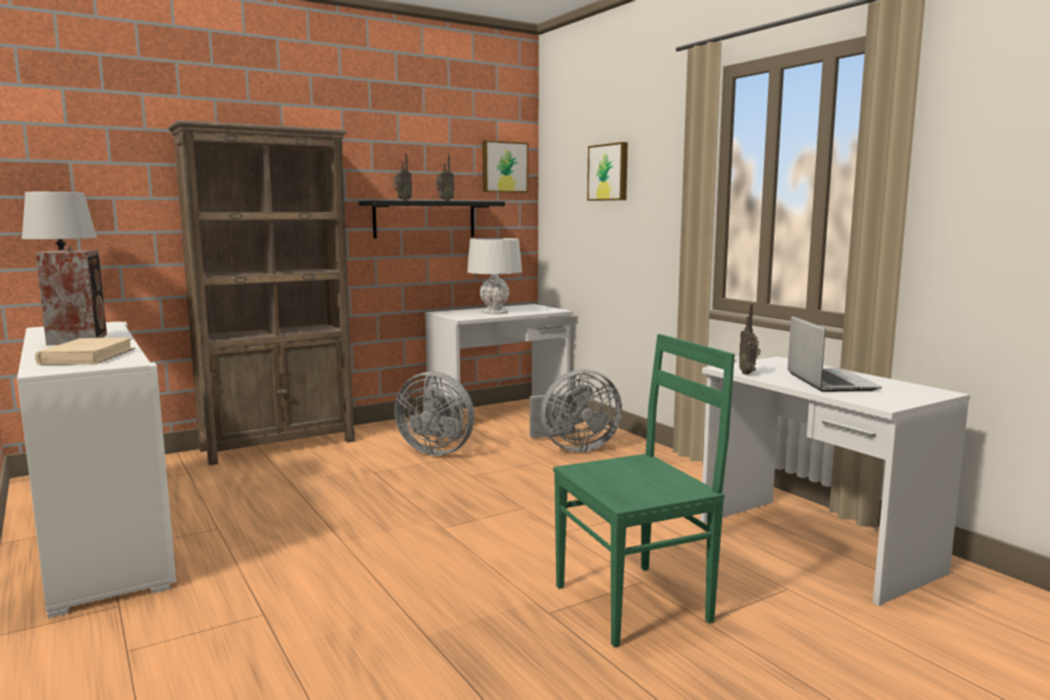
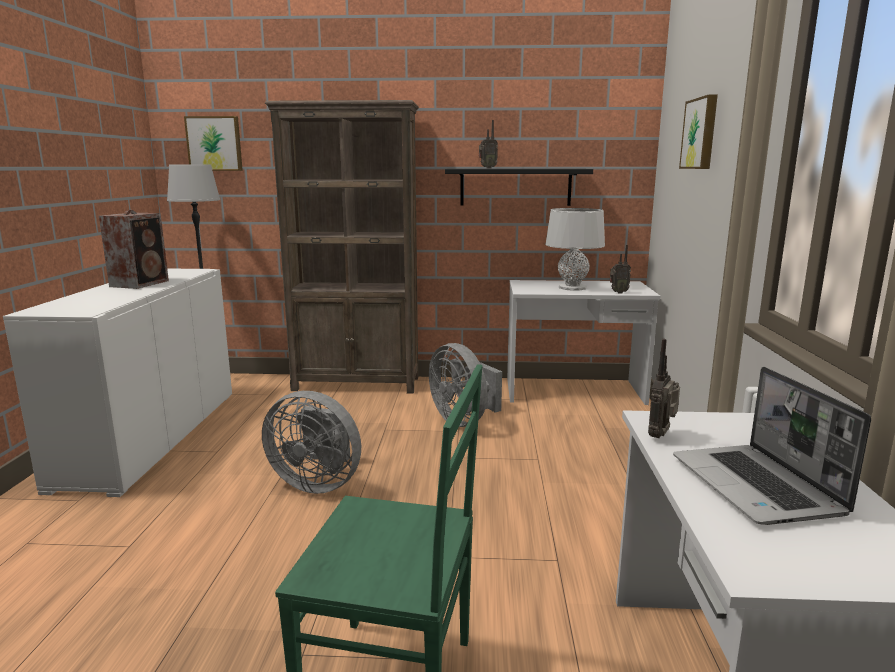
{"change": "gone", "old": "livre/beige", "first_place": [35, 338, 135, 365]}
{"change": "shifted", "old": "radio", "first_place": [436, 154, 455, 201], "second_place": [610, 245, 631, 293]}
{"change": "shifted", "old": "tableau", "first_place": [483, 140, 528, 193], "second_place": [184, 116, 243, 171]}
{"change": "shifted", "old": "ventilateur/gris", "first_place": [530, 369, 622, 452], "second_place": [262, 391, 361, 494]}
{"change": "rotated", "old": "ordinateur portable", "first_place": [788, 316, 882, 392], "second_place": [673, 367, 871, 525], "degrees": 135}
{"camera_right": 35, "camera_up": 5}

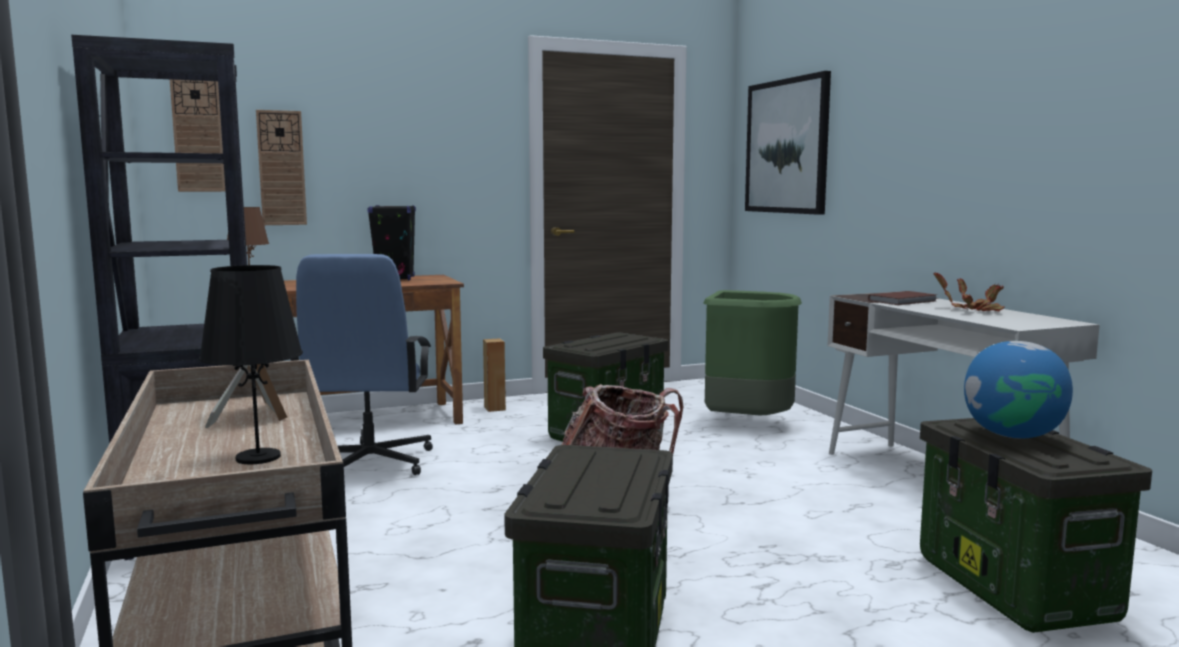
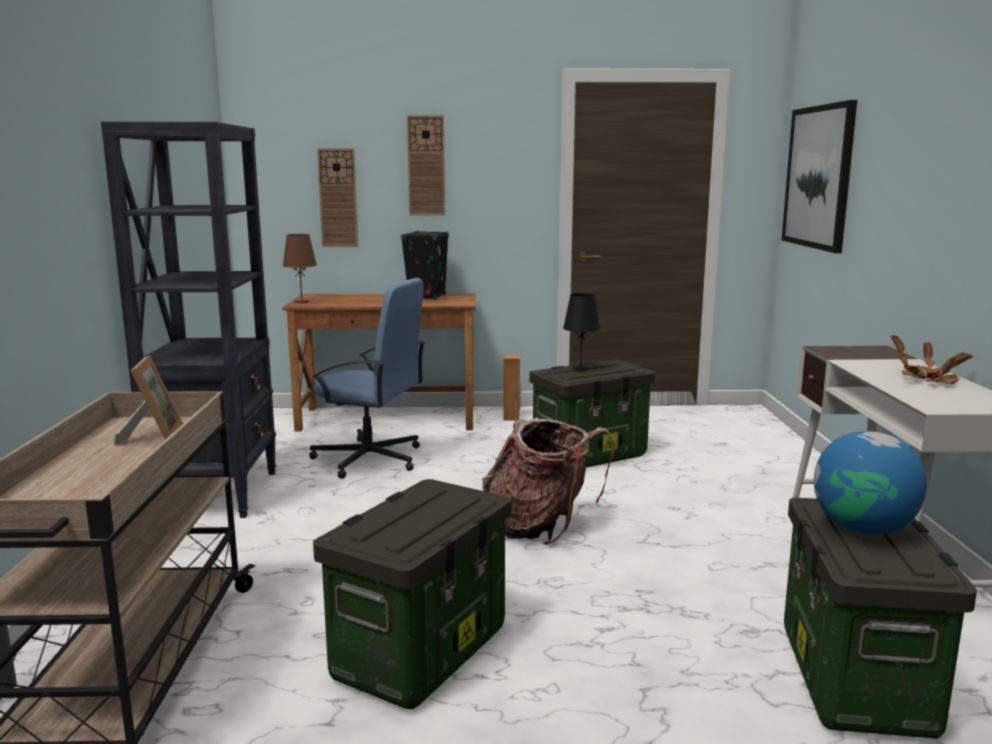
{"change": "shifted", "old": "horloge murale", "first_place": [170, 79, 225, 192], "second_place": [407, 115, 445, 216]}
{"change": "shifted", "old": "lampe de table/noir", "first_place": [199, 265, 303, 464], "second_place": [563, 293, 600, 370]}
{"change": "rotated", "old": "chaise de bureau/bleu", "first_place": [291, 254, 433, 475], "second_place": [309, 278, 425, 479], "degrees": -90}
{"change": "gone", "old": "poubelle/vert", "first_place": [703, 290, 802, 415]}
{"change": "gone", "old": "livre/marron", "first_place": [868, 291, 937, 305]}
{"camera_right": 20, "camera_up": 5}

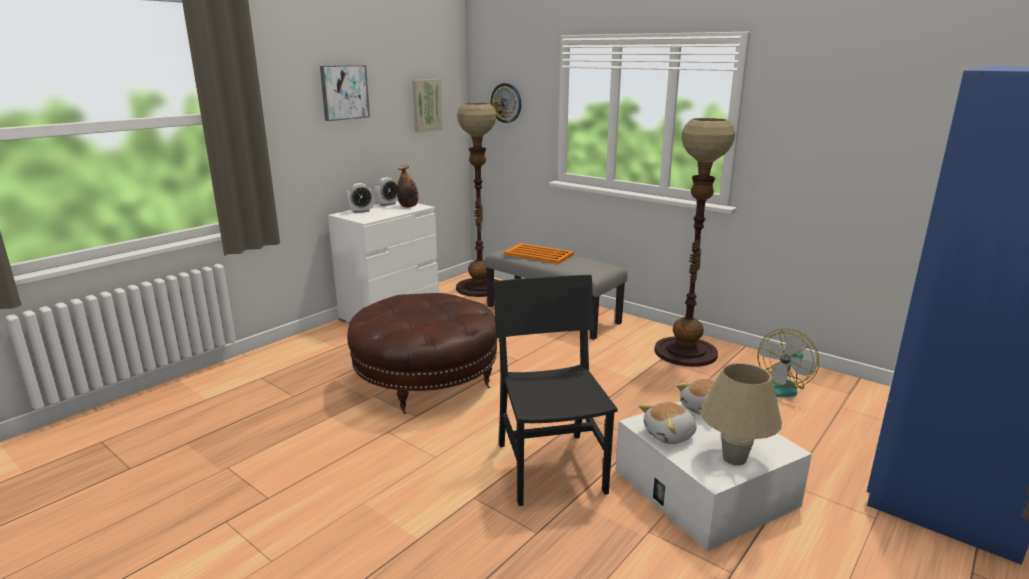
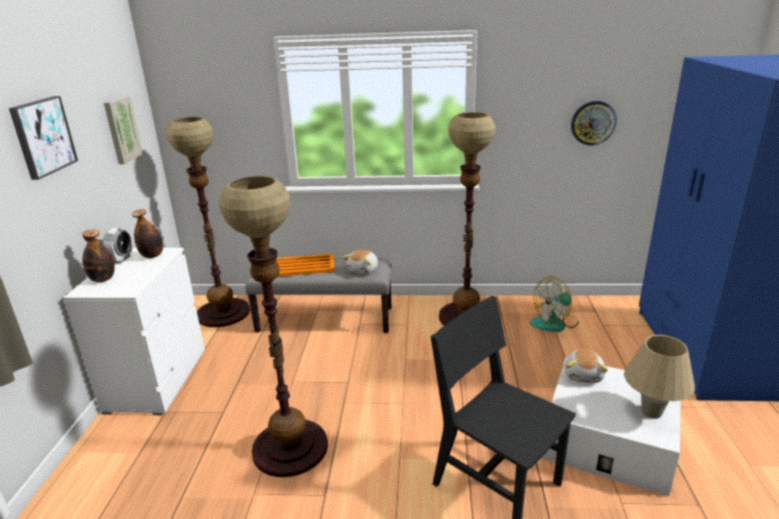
{"change": "swapped", "old": "réveil", "new": "bouteille", "first_place": [346, 183, 374, 213], "second_place": [82, 230, 114, 282]}
{"change": "swapped", "old": "pouf/marron", "new": "lampadaire", "first_place": [347, 293, 498, 414], "second_place": [219, 176, 328, 477]}
{"change": "shifted", "old": "horloge murale", "first_place": [490, 83, 521, 123], "second_place": [571, 101, 617, 145]}
{"change": "shifted", "old": "peluche", "first_place": [639, 402, 697, 444], "second_place": [343, 250, 378, 274]}
{"change": "rotated", "old": "ventilateur", "first_place": [757, 328, 819, 397], "second_place": [530, 276, 579, 332], "degrees": 60}
{"camera_right": -35, "camera_up": 5}

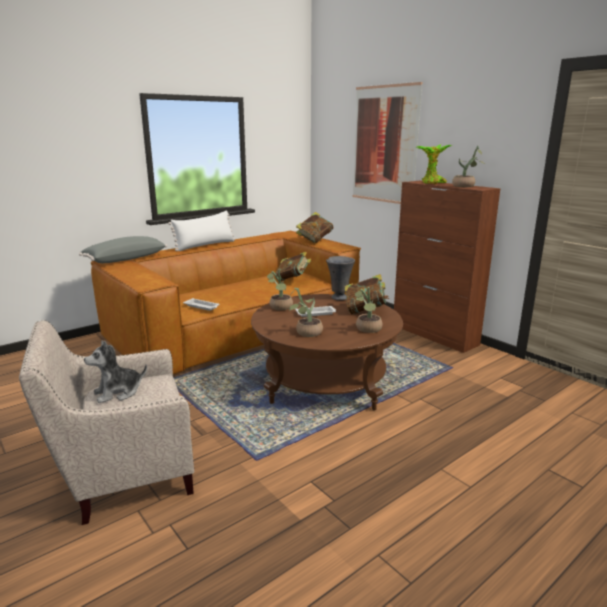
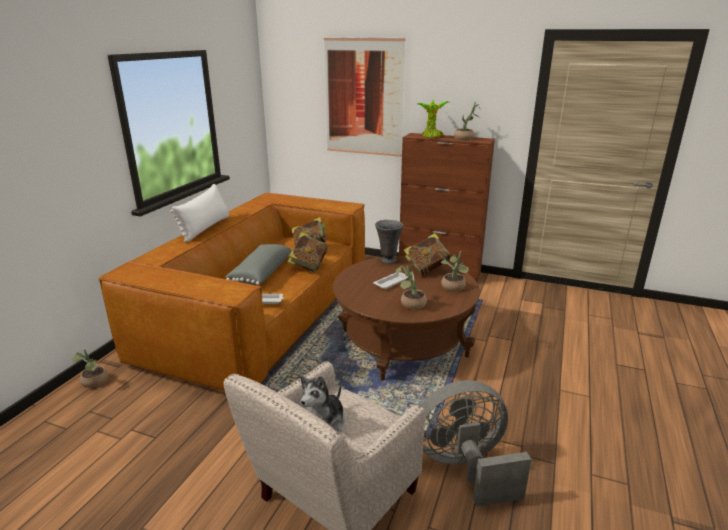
{"change": "shifted", "old": "coussin/gris", "first_place": [79, 236, 167, 263], "second_place": [225, 244, 292, 285]}
{"change": "shifted", "old": "plante en pot", "first_place": [267, 269, 293, 310], "second_place": [72, 349, 108, 388]}
{"change": "shifted", "old": "livre", "first_place": [296, 212, 333, 244], "second_place": [287, 232, 328, 272]}
{"change": "new", "new": "ventilateur/gris", "second_place": [421, 380, 532, 507]}
{"camera_right": -30, "camera_up": 5}

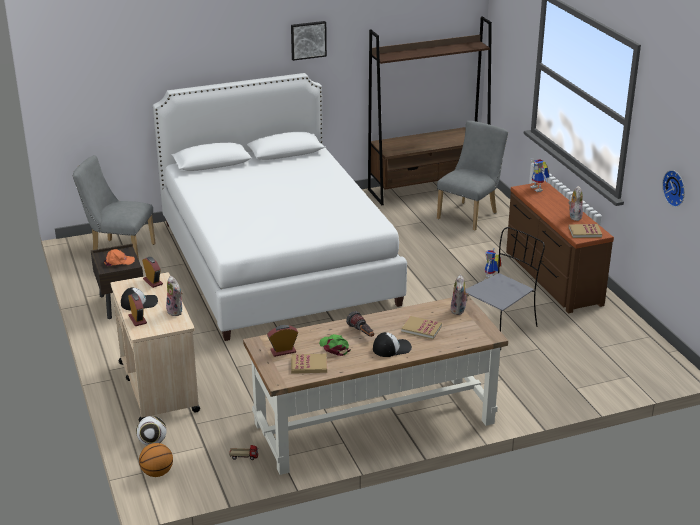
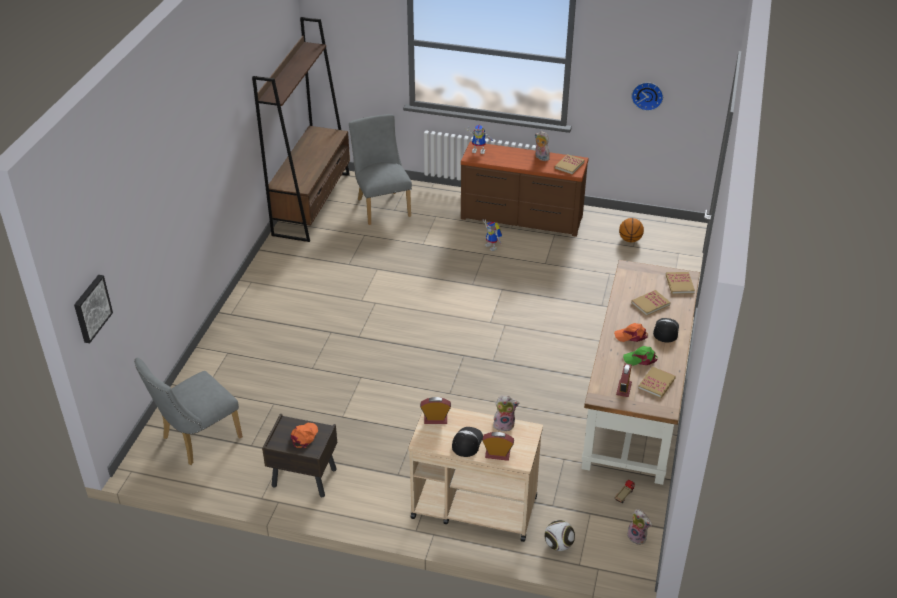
{"change": "shifted", "old": "ballon de basket", "first_place": [139, 443, 173, 477], "second_place": [619, 218, 644, 242]}
{"change": "gone", "old": "lit/blanc", "first_place": [153, 73, 407, 341]}
{"change": "shifted", "old": "tableau", "first_place": [291, 21, 327, 61], "second_place": [74, 275, 113, 343]}
{"change": "swapped", "old": "lampe de poche", "new": "casquette/orange", "first_place": [346, 311, 374, 337], "second_place": [614, 323, 648, 342]}
{"change": "shifted", "old": "peluche", "first_place": [450, 274, 469, 315], "second_place": [627, 509, 652, 545]}
{"change": "gone", "old": "chaise/gris", "first_place": [466, 227, 545, 350]}
{"change": "new", "new": "livre", "second_place": [666, 272, 695, 294]}
{"camera_right": -55, "camera_up": 10}

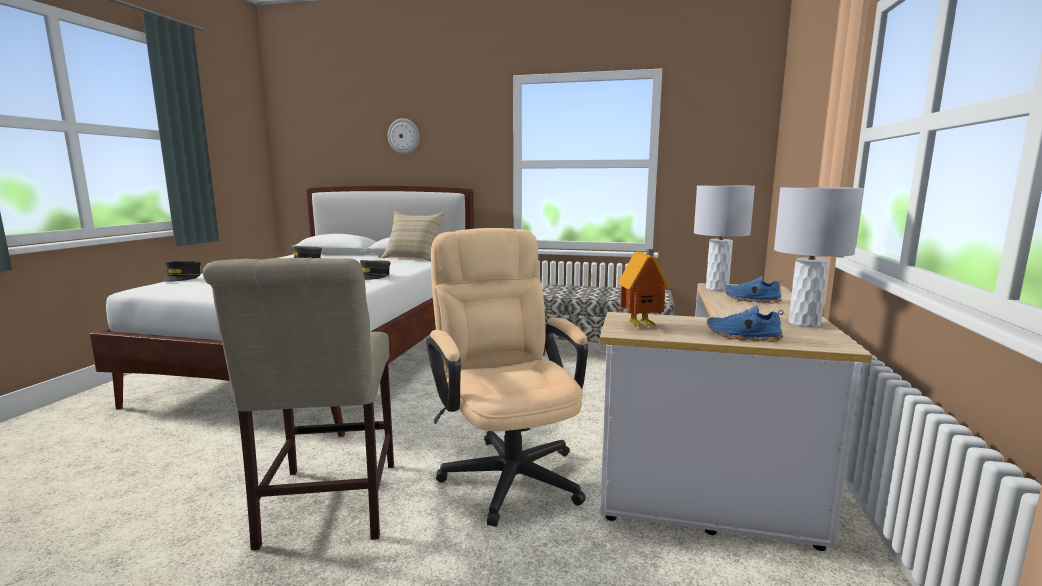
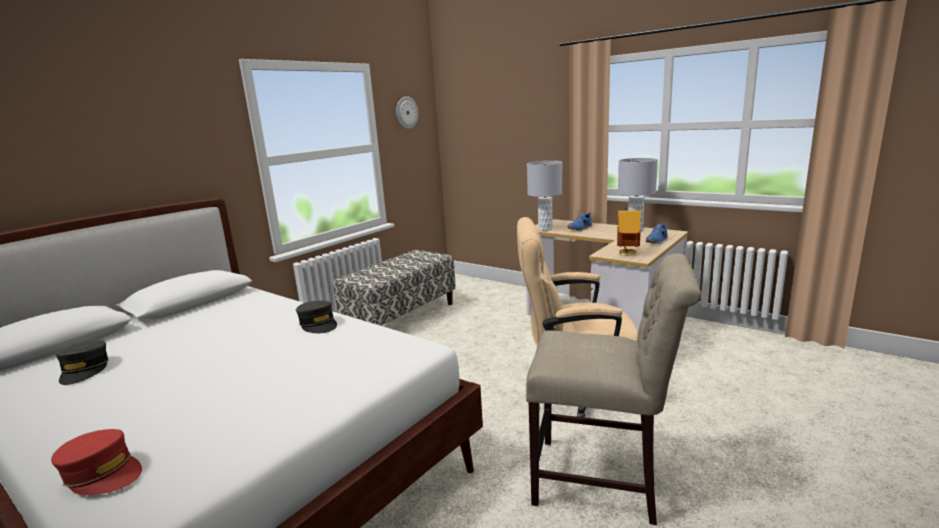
{"change": "repainted", "old": "casquette/noir", "new": "casquette/rouge", "first_place": [163, 261, 201, 282], "second_place": [51, 429, 142, 495]}
{"change": "gone", "old": "coussin/beige", "first_place": [382, 212, 445, 261]}
{"change": "shifted", "old": "horloge murale", "first_place": [388, 118, 419, 154], "second_place": [396, 96, 418, 129]}
{"camera_right": -65, "camera_up": 5}

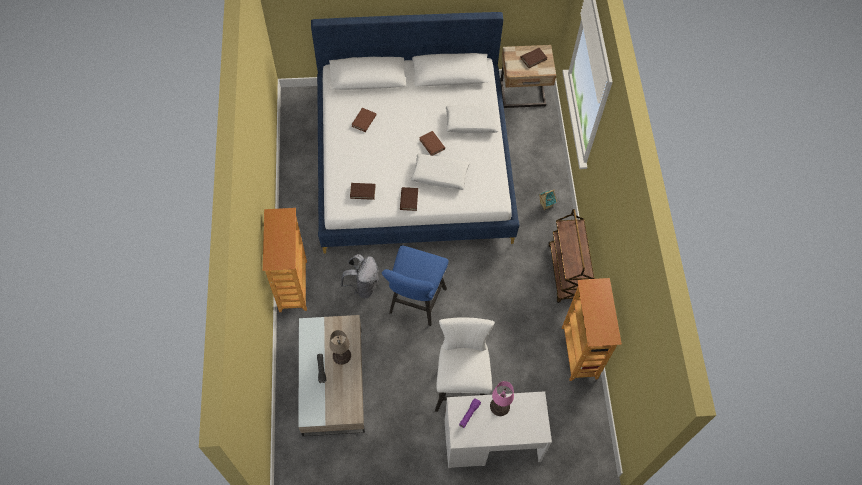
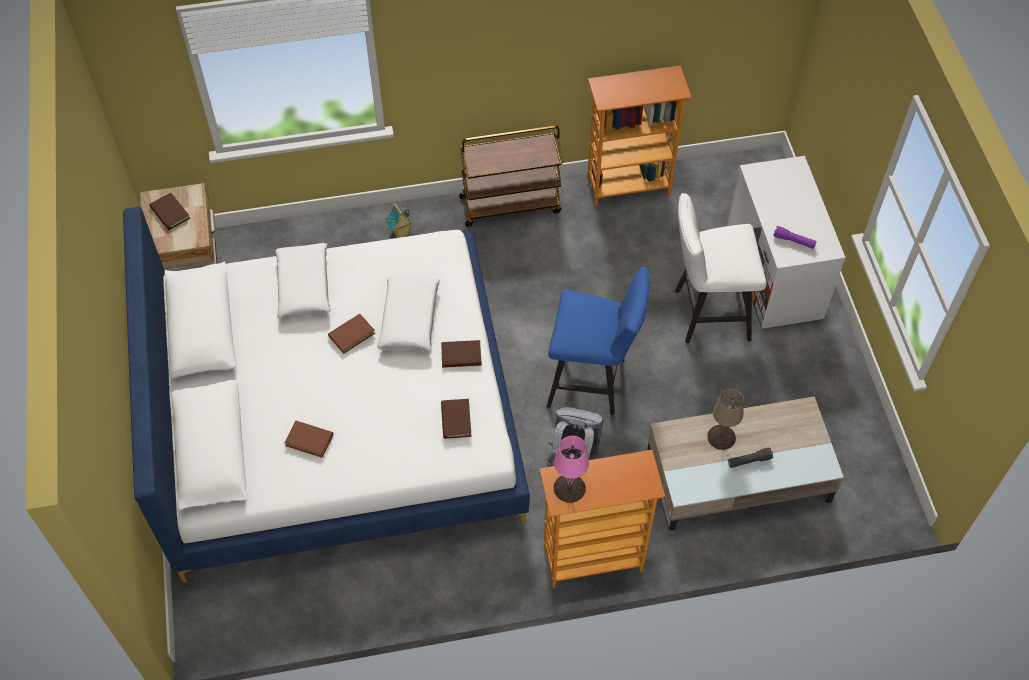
{"change": "shifted", "old": "lampe de table/rose", "first_place": [490, 381, 514, 416], "second_place": [554, 436, 589, 503]}
{"camera_right": -95, "camera_up": -5}

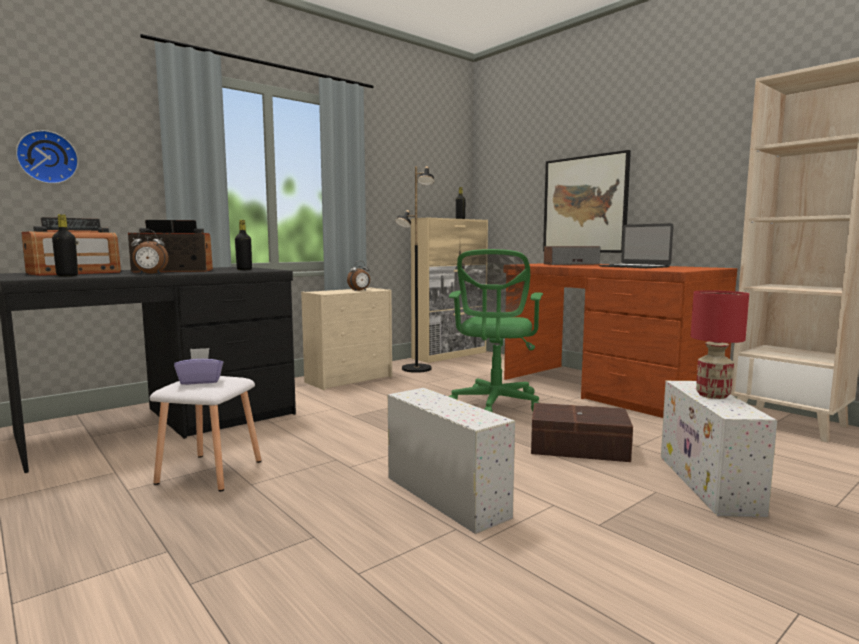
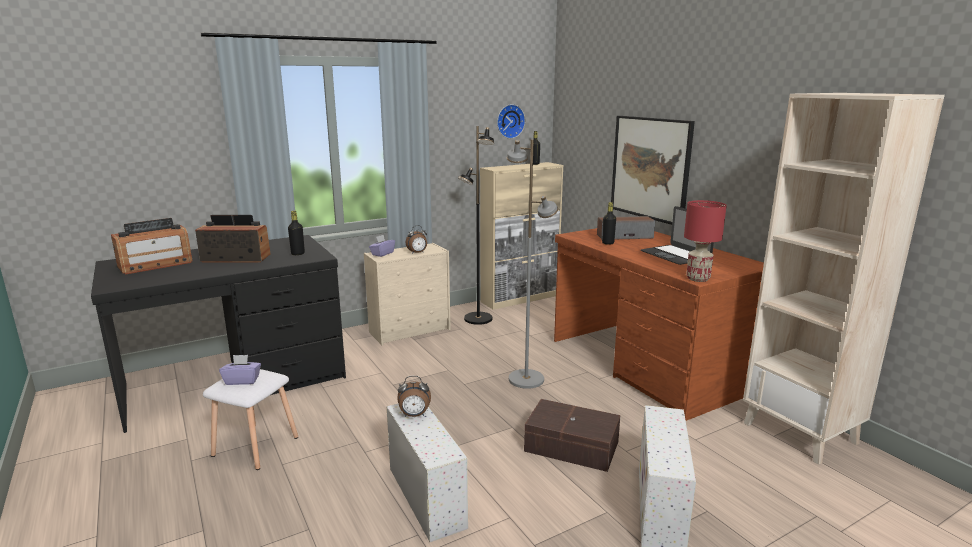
{"change": "shifted", "old": "horloge murale", "first_place": [16, 130, 79, 184], "second_place": [497, 104, 525, 139]}
{"change": "shifted", "old": "bouteille/noir", "first_place": [52, 214, 78, 276], "second_place": [602, 202, 616, 245]}
{"change": "shifted", "old": "réveil", "first_place": [131, 230, 169, 274], "second_place": [397, 376, 431, 417]}
{"change": "swapped", "old": "chaise de bureau/vert", "new": "lampadaire/gris", "first_place": [449, 249, 543, 412], "second_place": [507, 140, 558, 389]}
{"change": "shifted", "old": "lampe de table/rouge", "first_place": [691, 290, 749, 399], "second_place": [684, 200, 727, 282]}
{"change": "new", "new": "boîte à mouchoirs/violet", "second_place": [369, 235, 395, 257]}
{"camera_right": 10, "camera_up": 10}

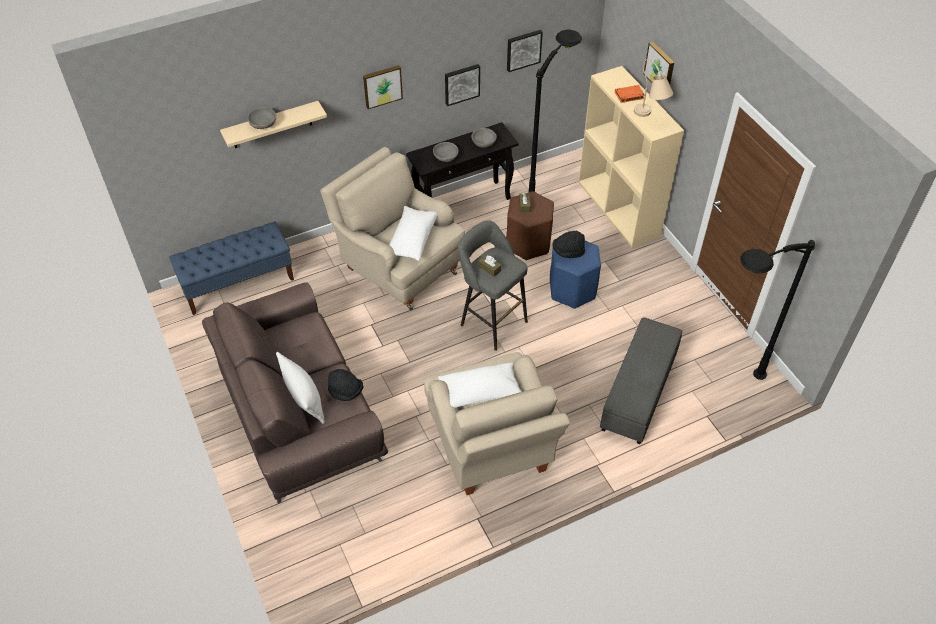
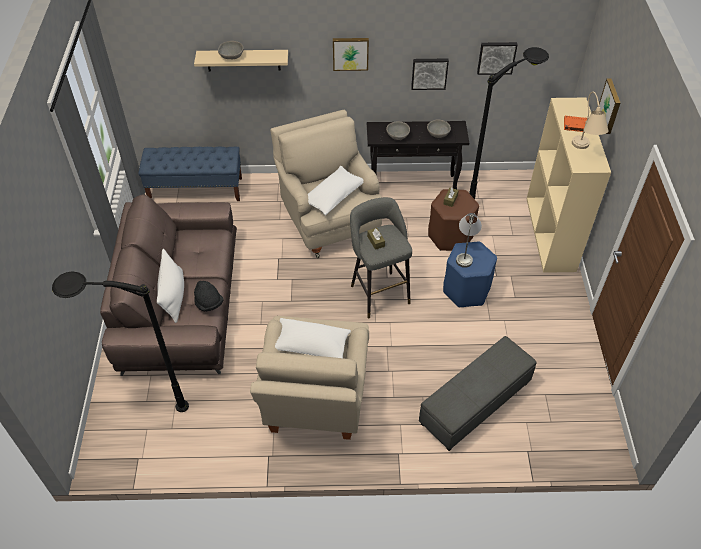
{"change": "swapped", "old": "chapeau/noir", "new": "lampe de table/gris", "first_place": [552, 231, 585, 258], "second_place": [456, 213, 482, 268]}
{"change": "shifted", "old": "lampadaire/noir", "first_place": [740, 240, 815, 380], "second_place": [52, 271, 189, 412]}
{"camera_right": 25, "camera_up": 0}

